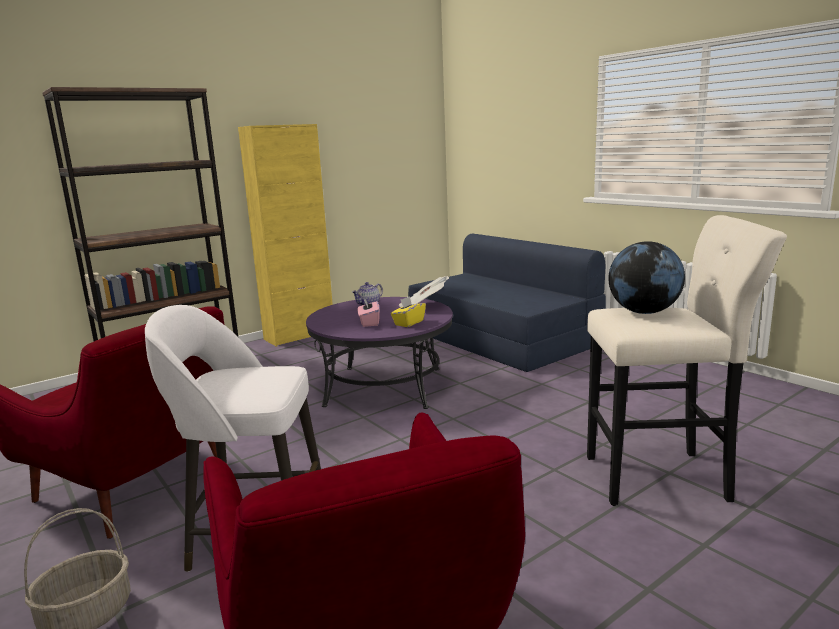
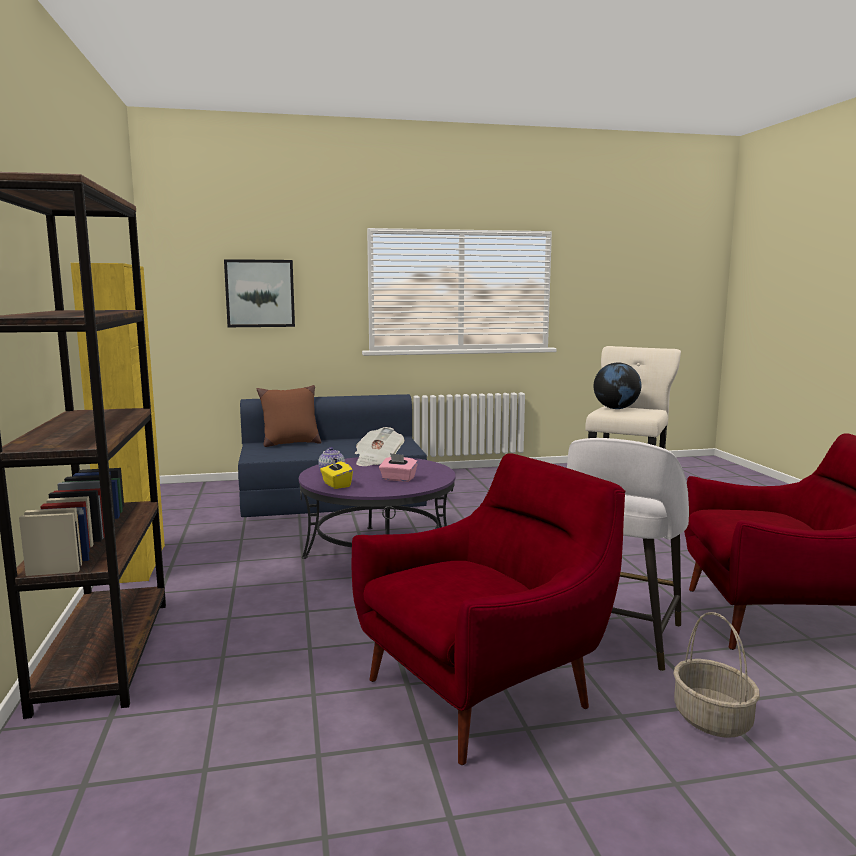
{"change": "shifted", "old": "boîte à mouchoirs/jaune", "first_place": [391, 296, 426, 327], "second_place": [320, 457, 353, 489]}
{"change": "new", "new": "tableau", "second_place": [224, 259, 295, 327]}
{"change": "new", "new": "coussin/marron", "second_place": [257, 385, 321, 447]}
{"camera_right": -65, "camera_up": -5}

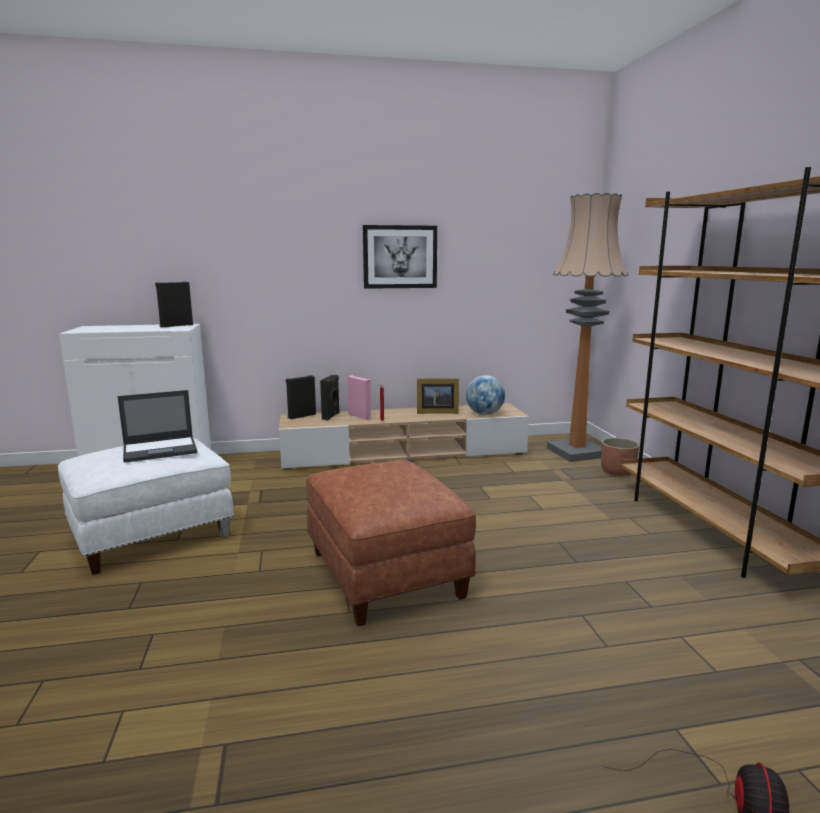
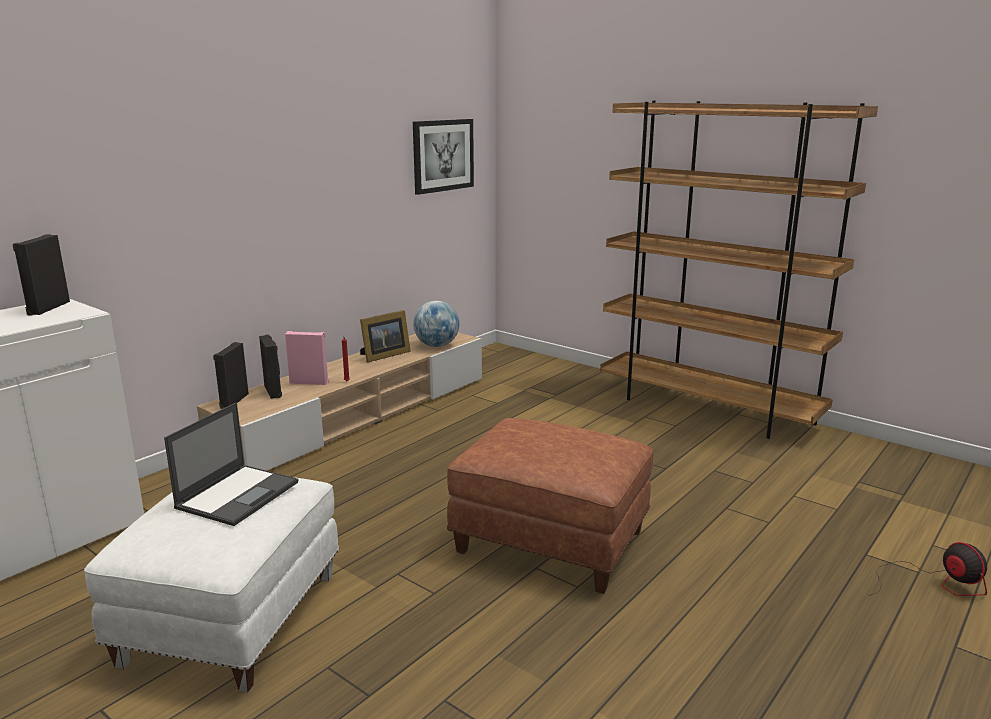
{"change": "shifted", "old": "tableau", "first_place": [363, 225, 437, 289], "second_place": [413, 119, 474, 195]}
{"change": "gone", "old": "lampadaire", "first_place": [547, 193, 628, 462]}
{"change": "gone", "old": "cache-pot", "first_place": [601, 438, 640, 476]}
{"camera_right": -40, "camera_up": 5}

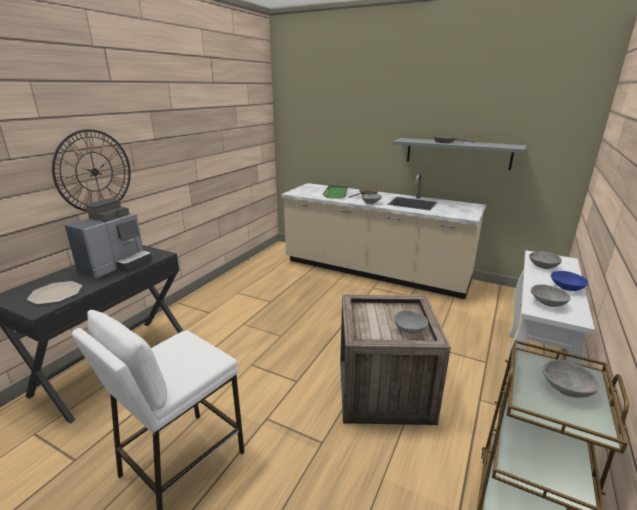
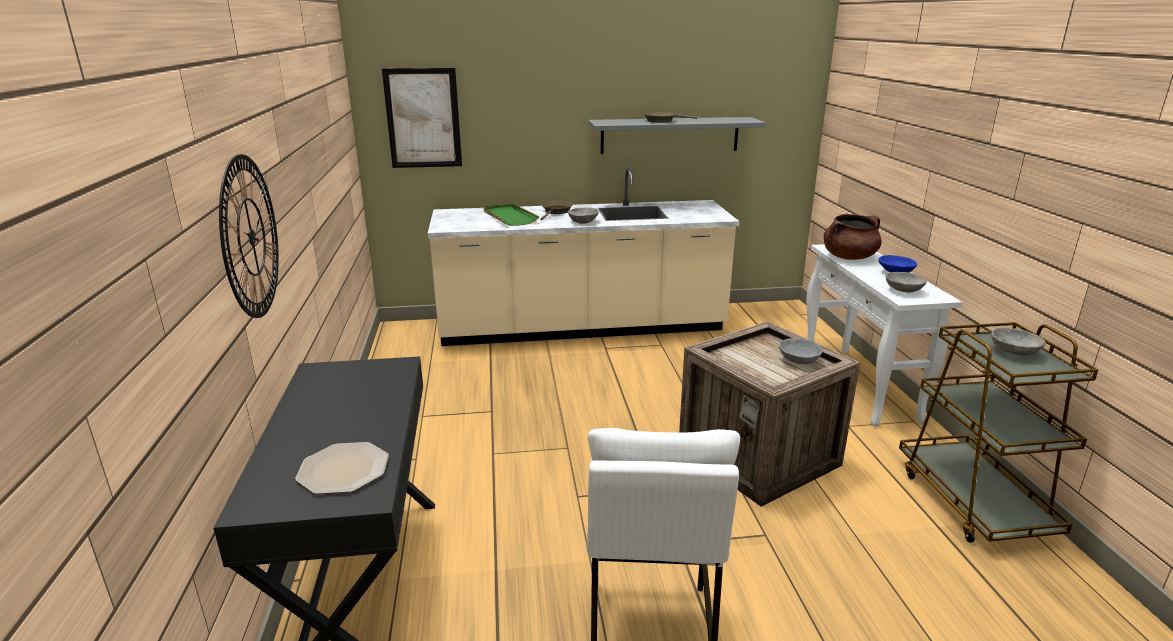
{"change": "gone", "old": "machine à café", "first_place": [65, 198, 152, 278]}
{"change": "swapped", "old": "bol/gris", "new": "marmite/marron", "first_place": [529, 251, 562, 269], "second_place": [824, 214, 882, 260]}
{"change": "new", "new": "tableau", "second_place": [382, 68, 462, 168]}
{"camera_right": -35, "camera_up": 0}

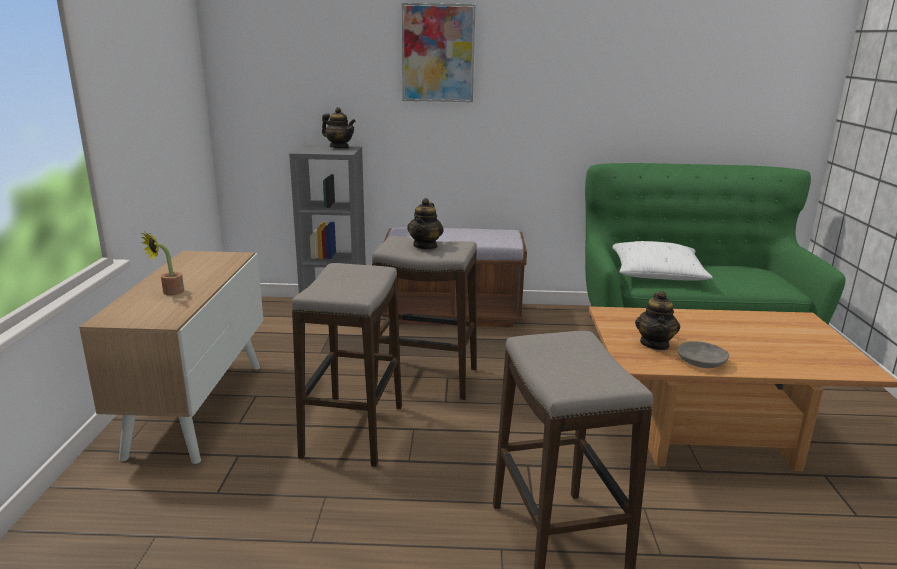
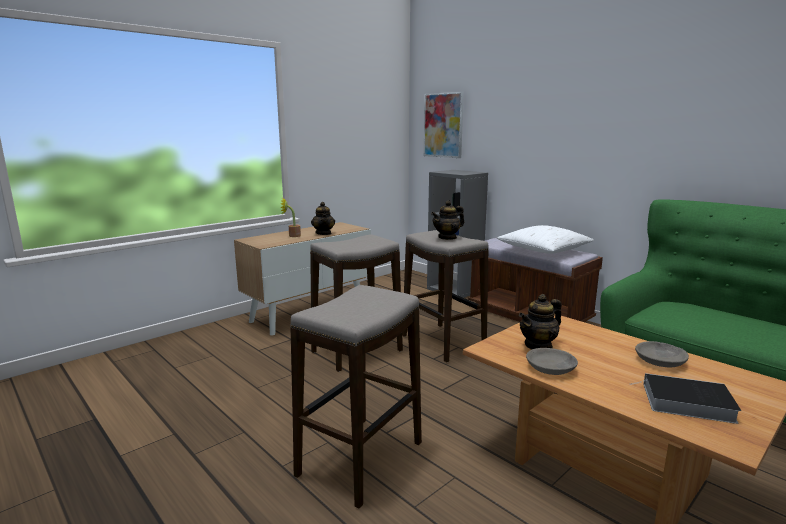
{"change": "shifted", "old": "théière", "first_place": [322, 107, 356, 148], "second_place": [311, 202, 335, 235]}
{"change": "shifted", "old": "tableau", "first_place": [402, 3, 476, 102], "second_place": [424, 92, 464, 158]}
{"change": "shifted", "old": "coussin/blanc", "first_place": [613, 241, 713, 281], "second_place": [497, 225, 594, 254]}
{"change": "new", "new": "livre", "second_place": [629, 373, 741, 424]}
{"change": "new", "new": "bol/gris", "second_place": [635, 341, 689, 367]}
{"camera_right": 45, "camera_up": -5}

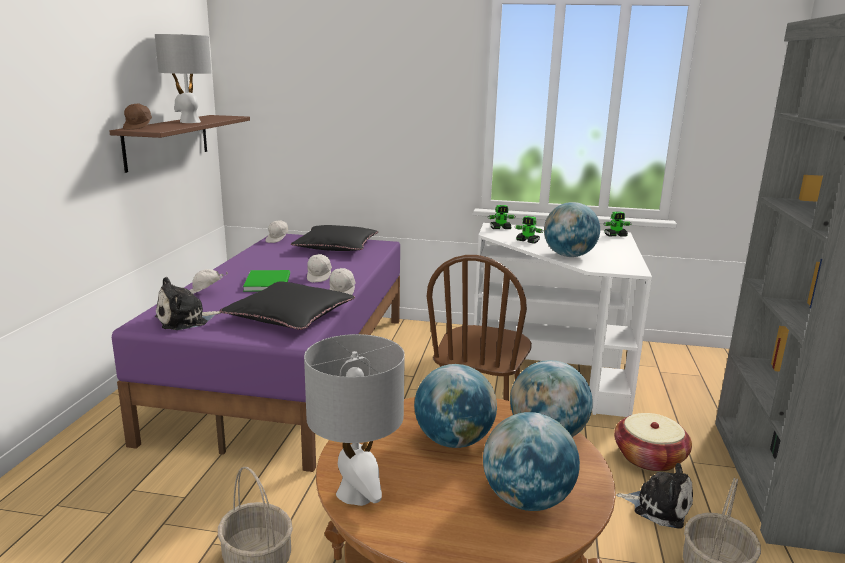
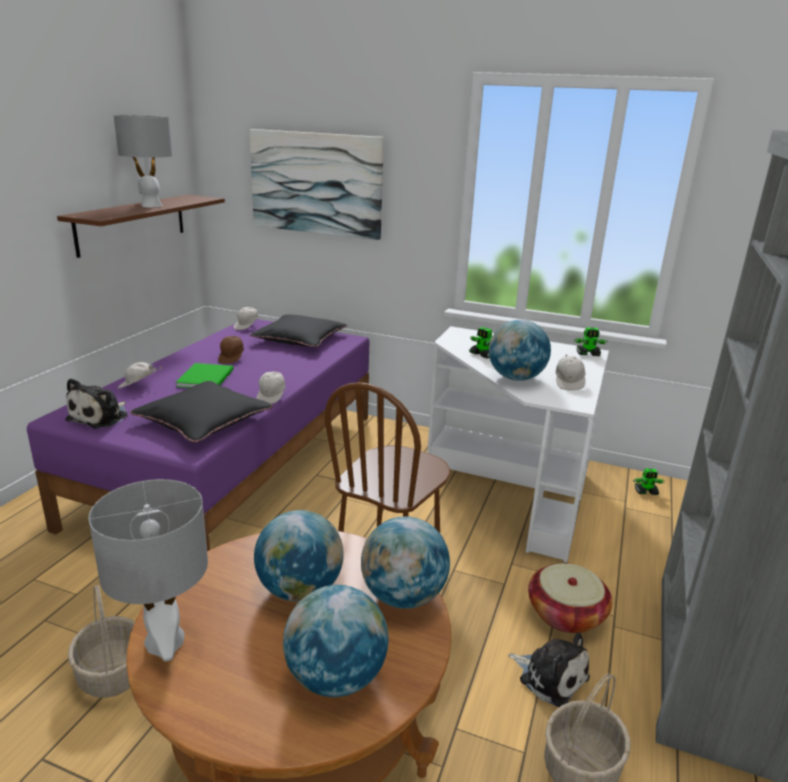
{"change": "shifted", "old": "casquette/marron", "first_place": [123, 103, 152, 130], "second_place": [218, 336, 244, 364]}
{"change": "rotated", "old": "peluche", "first_place": [155, 277, 221, 330], "second_place": [65, 378, 128, 428], "degrees": -45}
{"change": "shifted", "old": "casquette/blanc", "first_place": [307, 254, 332, 282], "second_place": [556, 354, 586, 390]}
{"change": "shifted", "old": "robot jouet", "first_place": [488, 205, 516, 229], "second_place": [634, 469, 665, 495]}
{"change": "new", "new": "tableau", "second_place": [249, 129, 384, 240]}
{"camera_right": 10, "camera_up": 5}

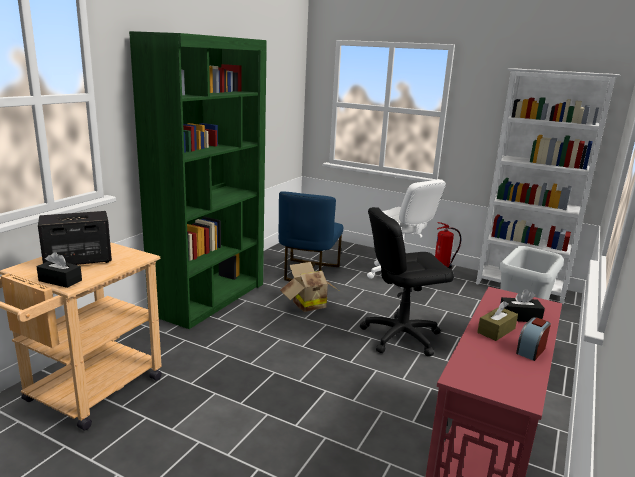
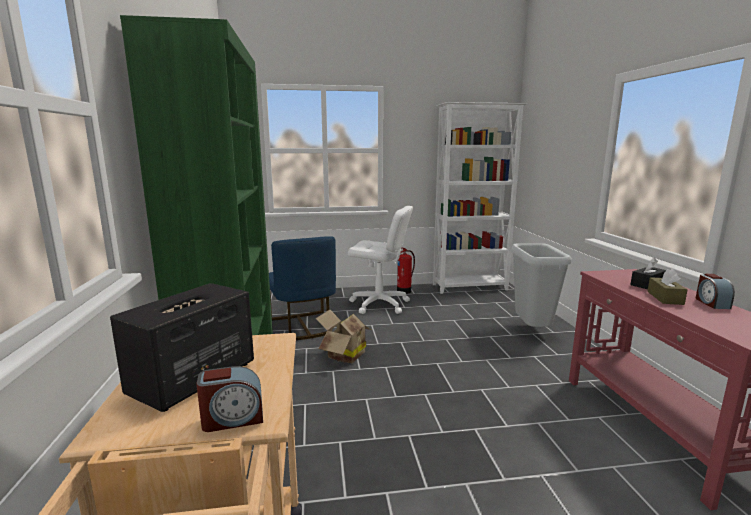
{"change": "swapped", "old": "boîte à mouchoirs/noir", "new": "réveil", "first_place": [37, 252, 82, 288], "second_place": [196, 366, 263, 432]}
{"change": "gone", "old": "chaise de bureau/noir", "first_place": [360, 207, 454, 356]}
{"camera_right": -35, "camera_up": -5}

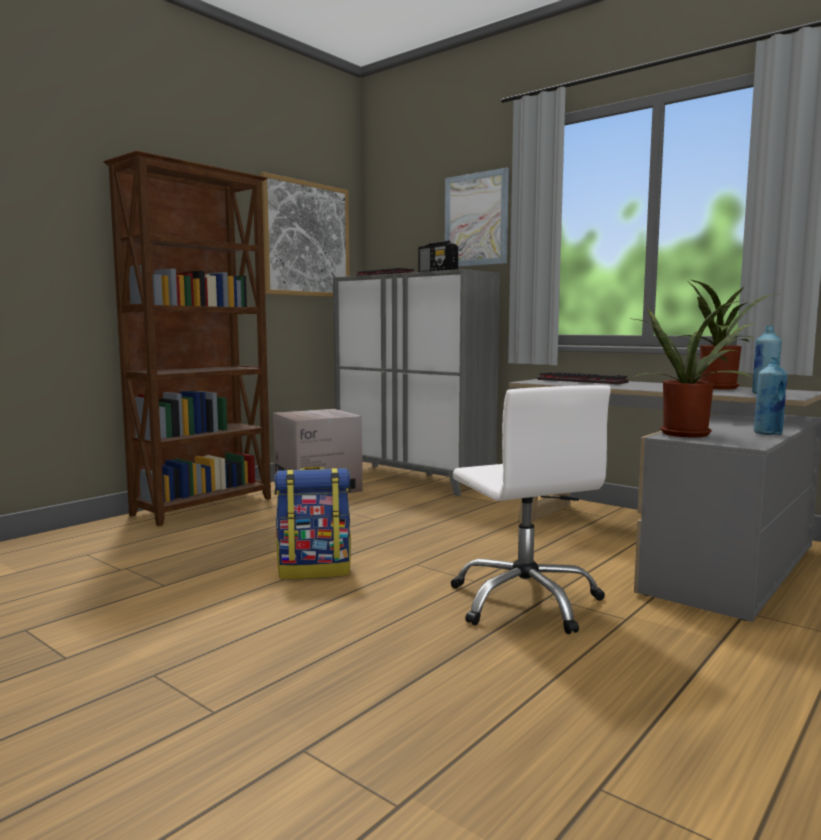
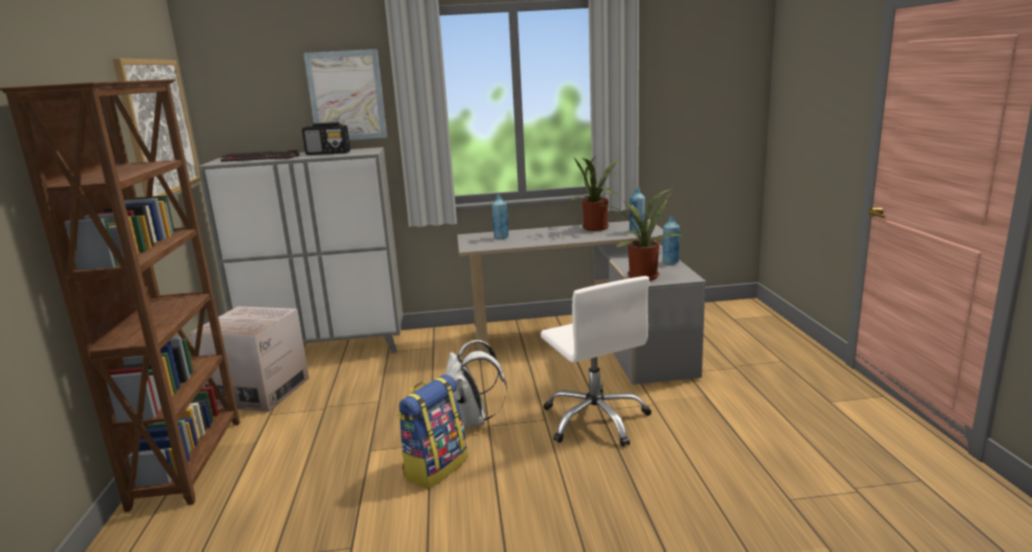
{"change": "rotated", "old": "chaise de bureau/blanc", "first_place": [451, 385, 611, 634], "second_place": [540, 276, 652, 447], "degrees": 45}
{"change": "swapped", "old": "clavier", "new": "bouteille/bleu", "first_place": [538, 372, 628, 384], "second_place": [492, 194, 509, 239]}
{"change": "new", "new": "sac à dos/blanc", "second_place": [446, 340, 507, 428]}
{"camera_right": -45, "camera_up": 10}

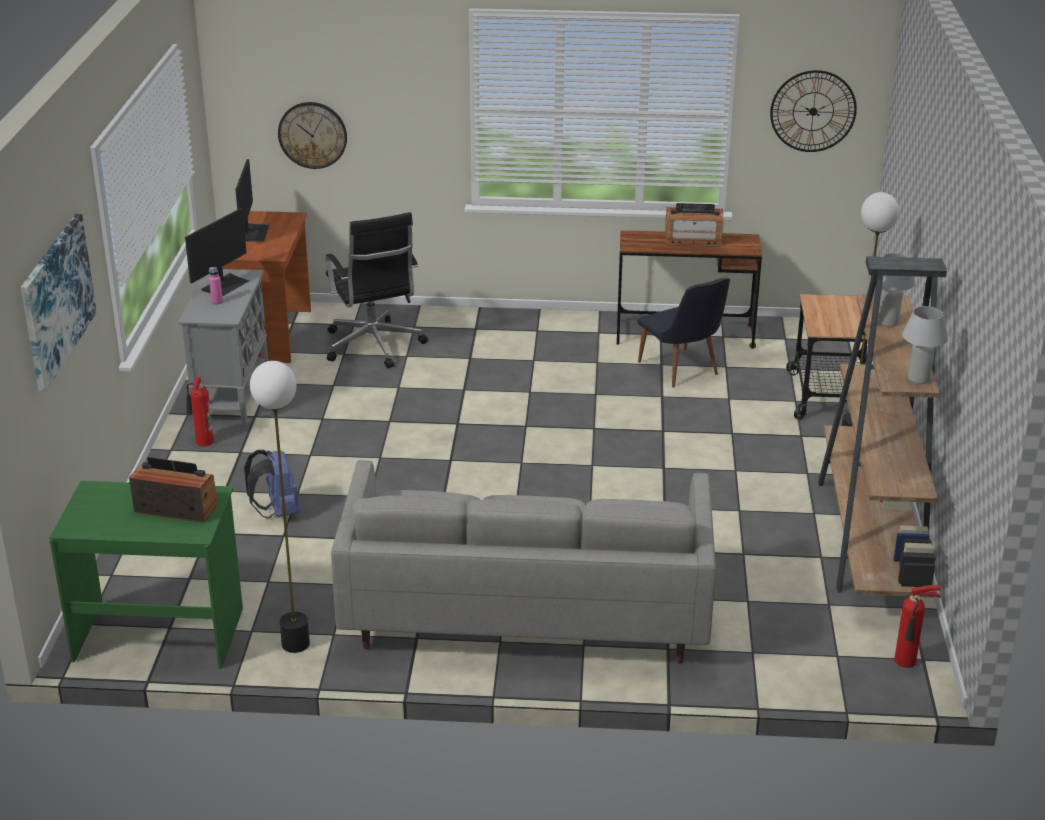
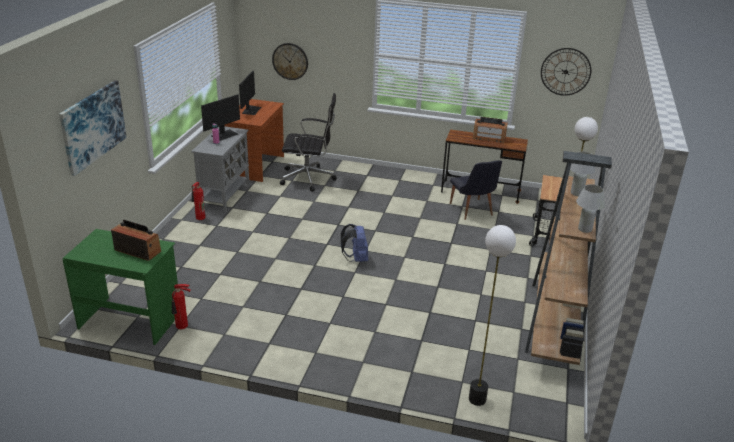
{"change": "shifted", "old": "sac à dos/bleu", "first_place": [244, 450, 300, 519], "second_place": [341, 224, 368, 262]}
{"change": "shifted", "old": "lampadaire", "first_place": [250, 361, 310, 653], "second_place": [469, 225, 516, 406]}
{"change": "rotated", "old": "chaise de bureau/noir", "first_place": [325, 212, 428, 368], "second_place": [280, 93, 337, 192], "degrees": -75}
{"change": "gone", "old": "canapé/gris", "first_place": [331, 460, 716, 663]}
{"change": "shifted", "old": "extincteur", "first_place": [894, 585, 941, 668], "second_place": [172, 284, 191, 329]}
{"camera_right": 10, "camera_up": 0}

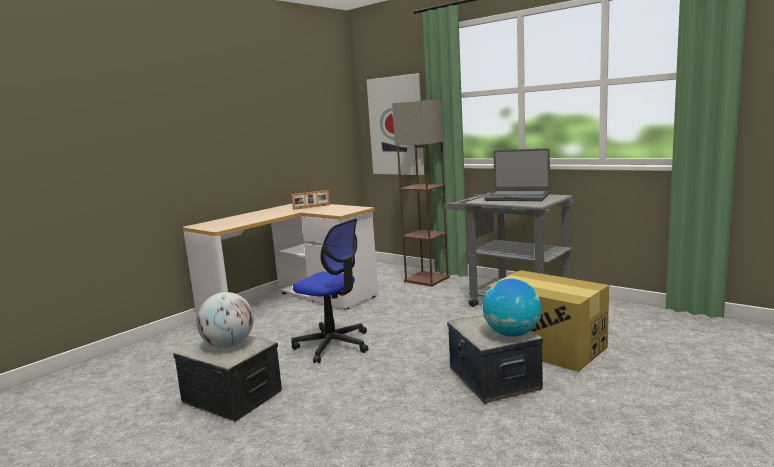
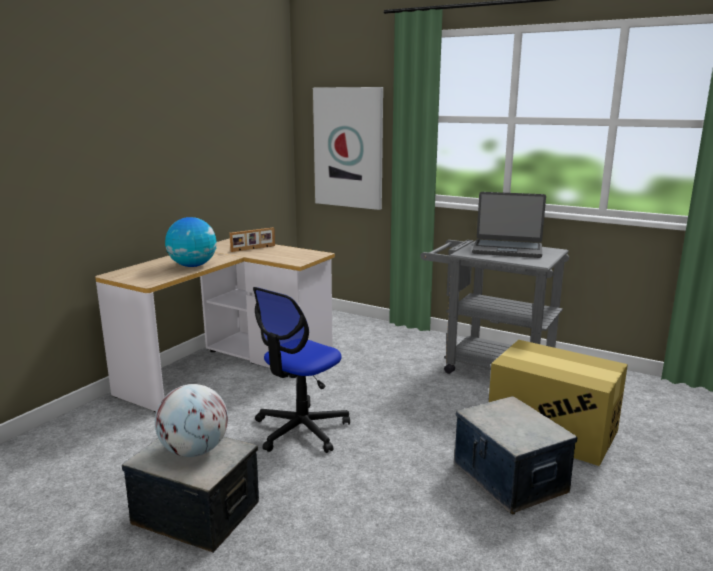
{"change": "rotated", "old": "chaise de bureau", "first_place": [291, 219, 369, 363], "second_place": [253, 287, 350, 453], "degrees": 105}
{"change": "gone", "old": "lampadaire", "first_place": [392, 100, 450, 286]}
{"change": "shifted", "old": "globe", "first_place": [483, 279, 541, 337], "second_place": [165, 217, 217, 267]}
{"camera_right": -10, "camera_up": 5}

